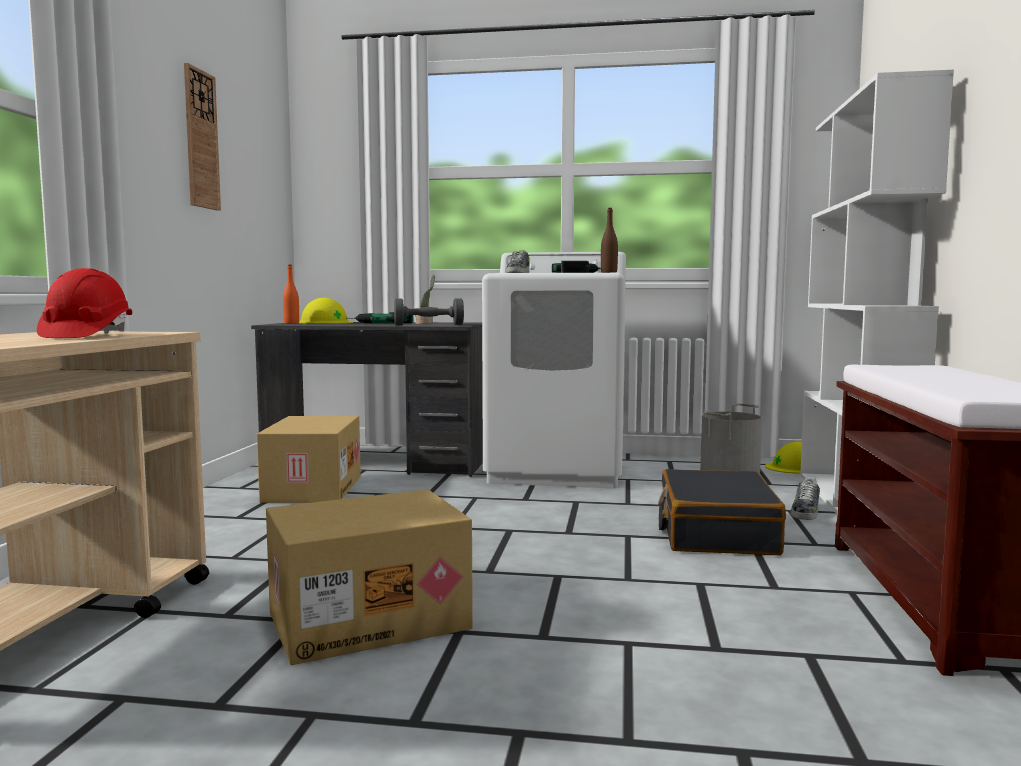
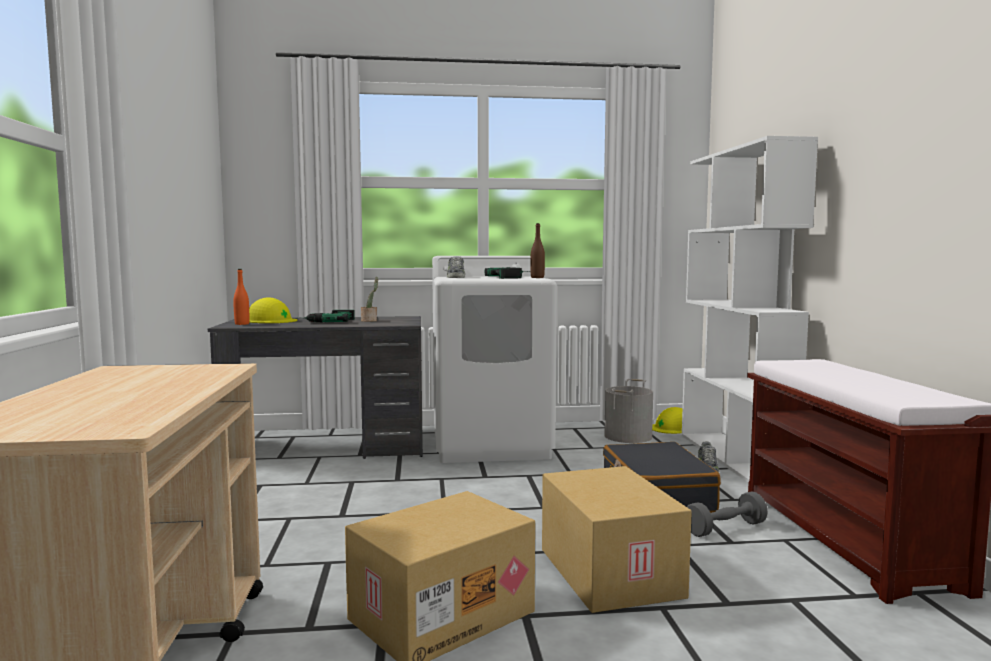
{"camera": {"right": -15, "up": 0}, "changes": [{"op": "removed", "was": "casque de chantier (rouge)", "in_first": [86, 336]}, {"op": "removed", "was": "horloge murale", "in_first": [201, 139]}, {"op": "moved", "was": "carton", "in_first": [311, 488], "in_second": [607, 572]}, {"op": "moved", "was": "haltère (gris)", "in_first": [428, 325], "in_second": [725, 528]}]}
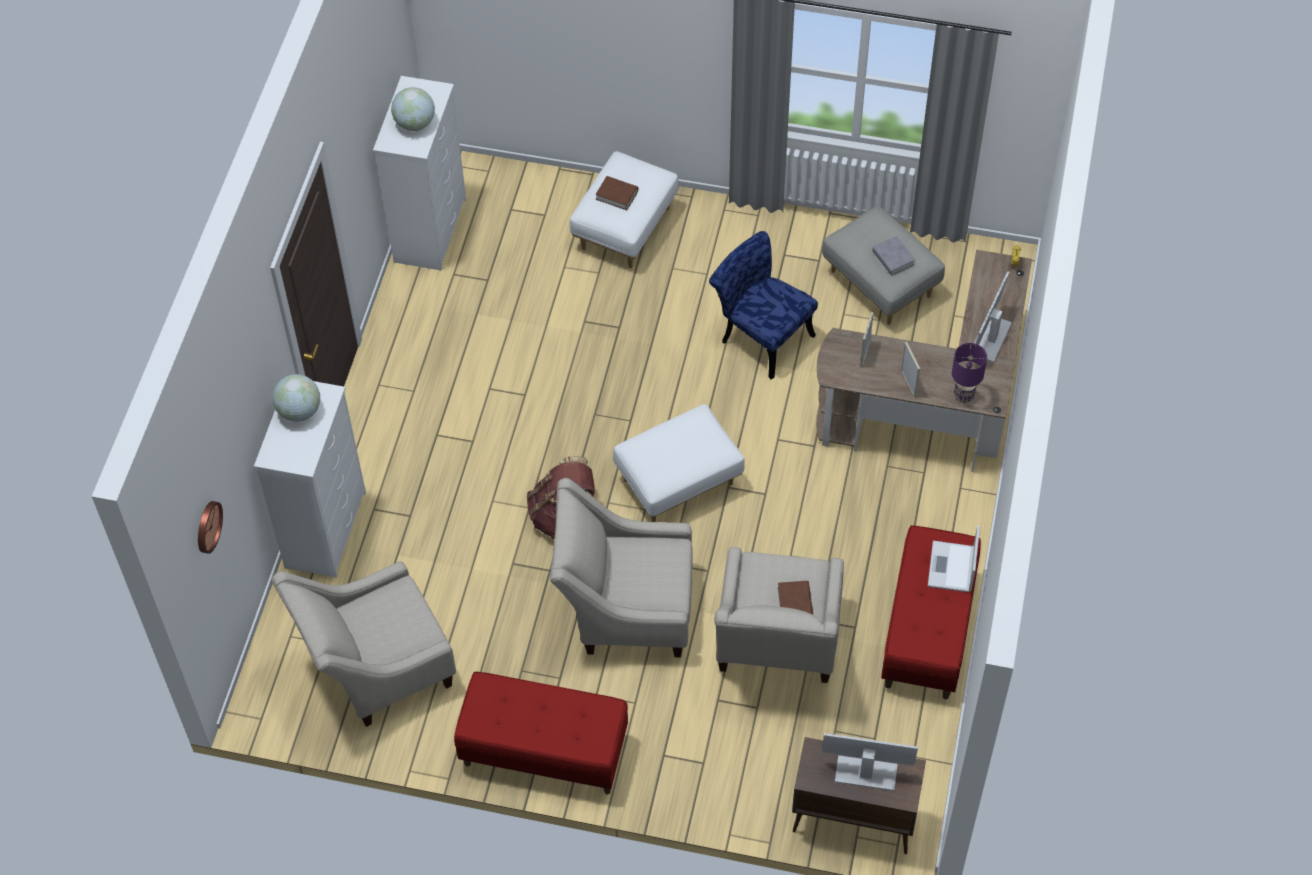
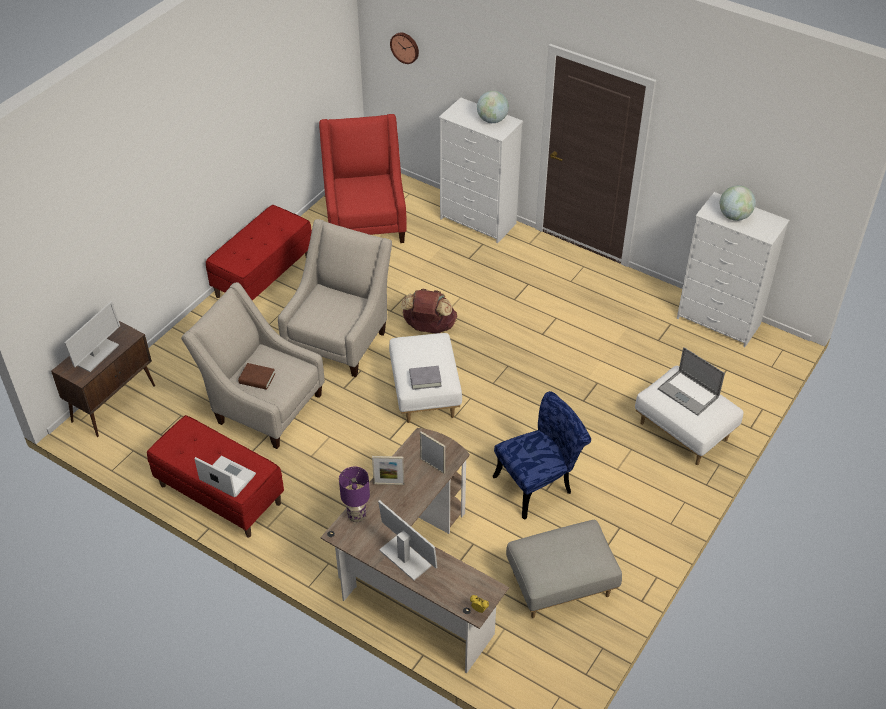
{"camera": {"right": 110, "up": -10}, "changes": [{"op": "recoloured", "was": "fauteuil (beige)", "now": "fauteuil (rouge)", "in_first": [375, 668], "in_second": [366, 221]}, {"op": "replaced", "was": "livre (marron)", "now": "ordinateur portable", "in_first": [617, 195], "in_second": [688, 393]}, {"op": "moved", "was": "livre (gris)", "in_first": [893, 258], "in_second": [425, 379]}]}
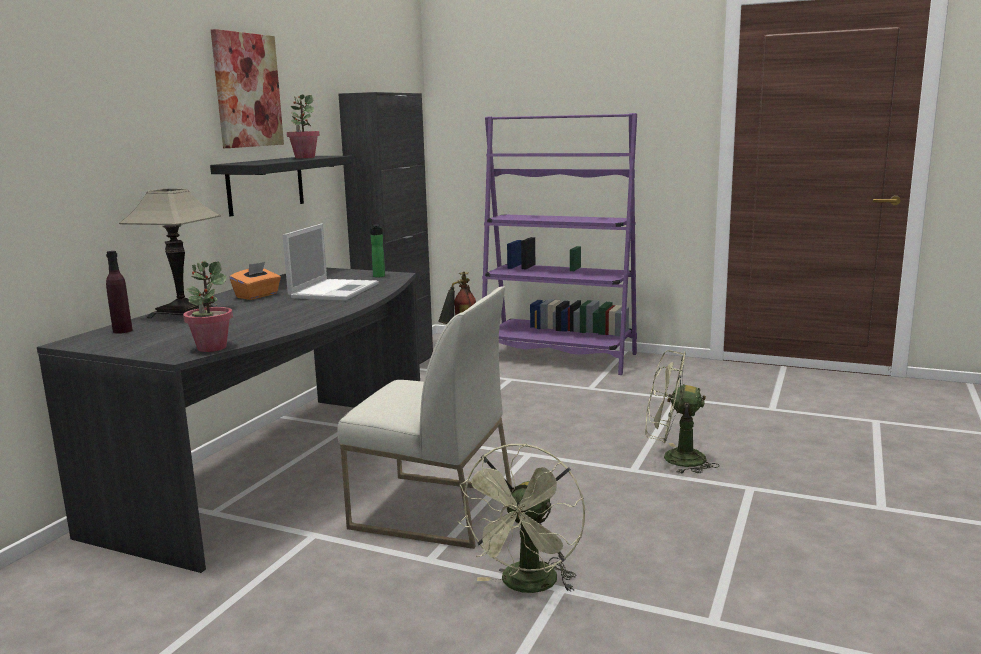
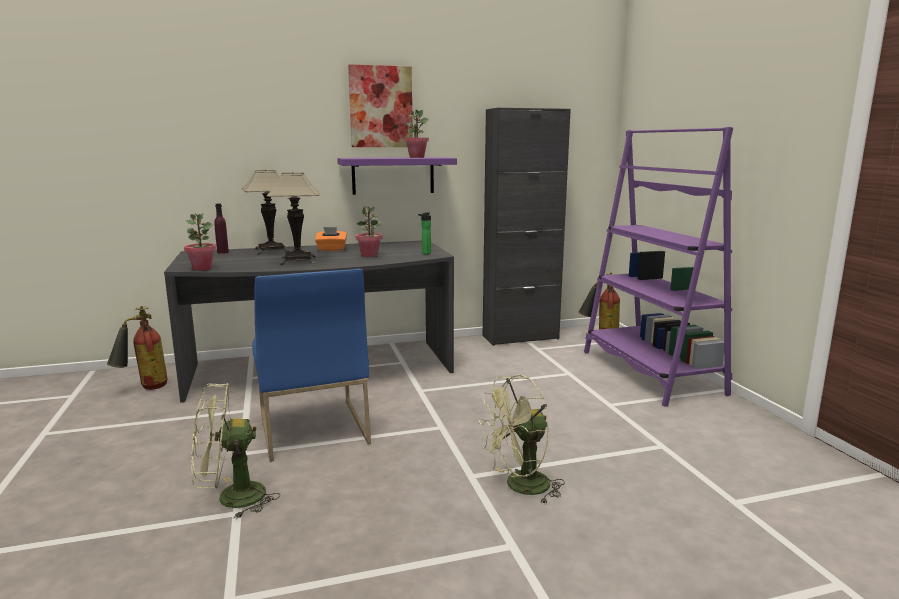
{"camera": {"right": 50, "up": 0}, "changes": [{"op": "recoloured", "was": "étagère (noir)", "now": "étagère (violet)", "in_first": [265, 184], "in_second": [393, 175]}, {"op": "replaced", "was": "ordinateur portable", "now": "plante en pot", "in_first": [335, 290], "in_second": [369, 255]}, {"op": "recoloured", "was": "chaise (blanc)", "now": "chaise (bleu)", "in_first": [431, 510], "in_second": [312, 428]}, {"op": "turned", "was": "ventilateur (vert)", "in_first": [674, 459], "in_second": [520, 487], "clockwise": -90}, {"op": "added", "now": "extincteur", "in_second": [143, 388]}, {"op": "added", "now": "lampe de table", "in_second": [298, 260]}]}
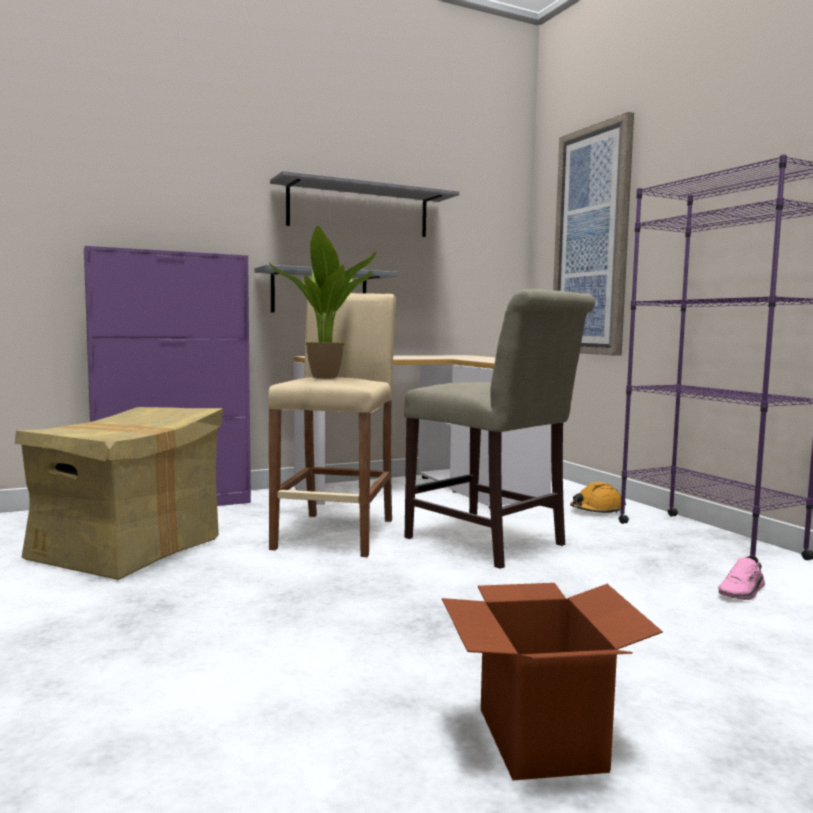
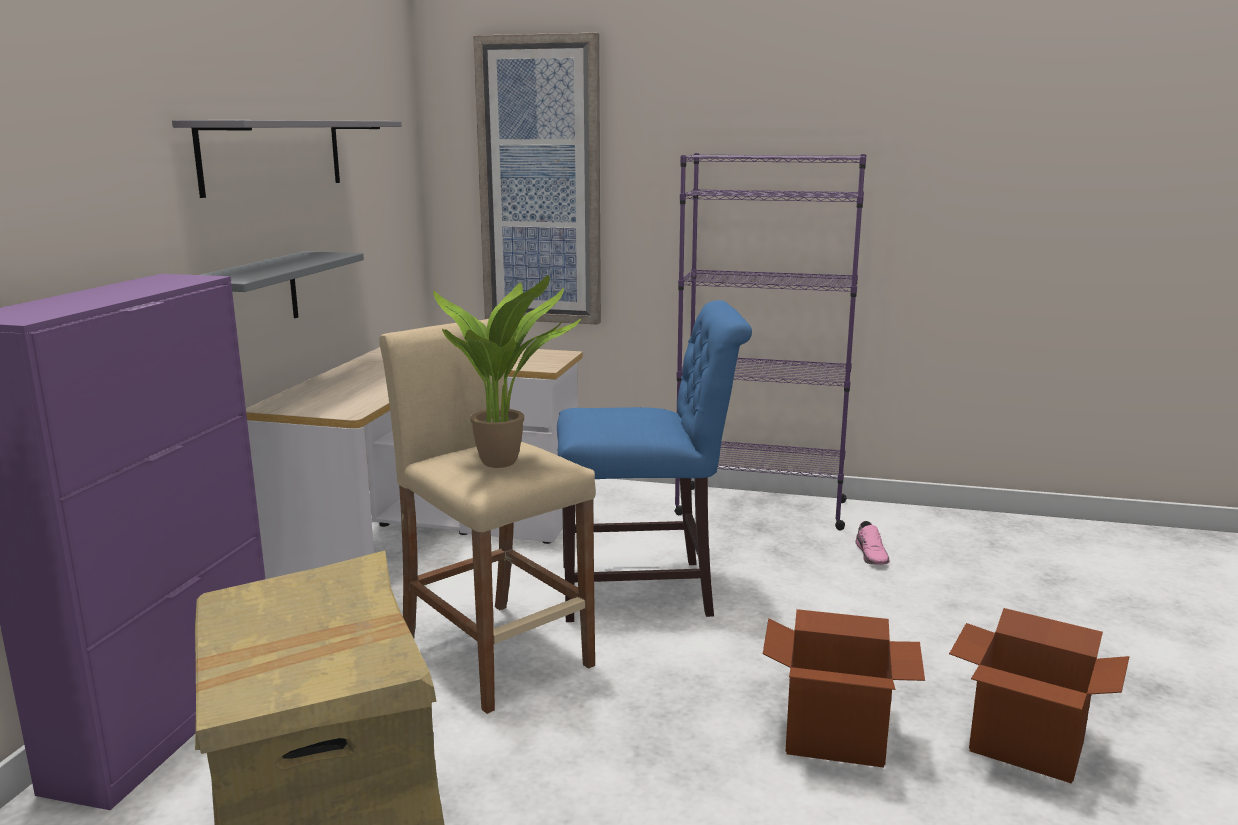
{"camera": {"right": -50, "up": 10}, "changes": [{"op": "recoloured", "was": "chaise (beige)", "now": "chaise (bleu)", "in_first": [491, 543], "in_second": [646, 590]}, {"op": "removed", "was": "casque de chantier (orange)", "in_first": [596, 510]}, {"op": "added", "now": "carton", "in_second": [835, 738]}]}
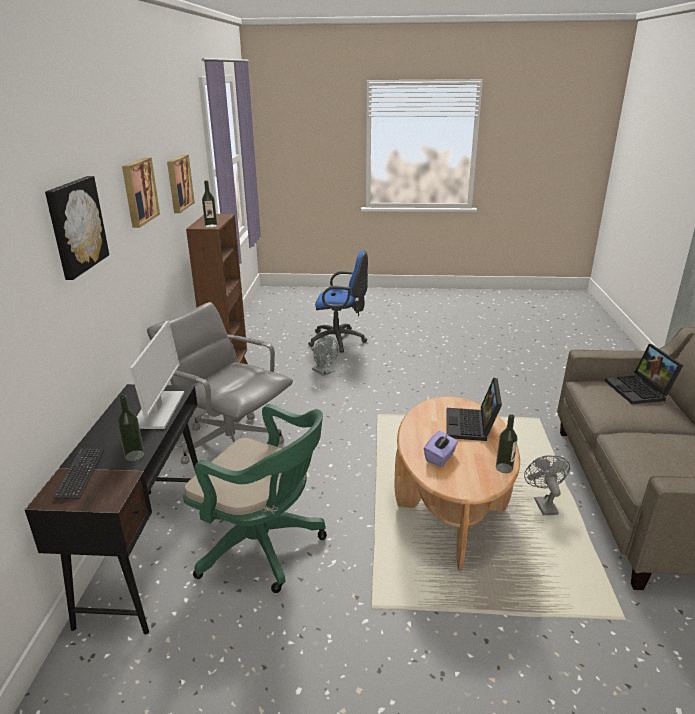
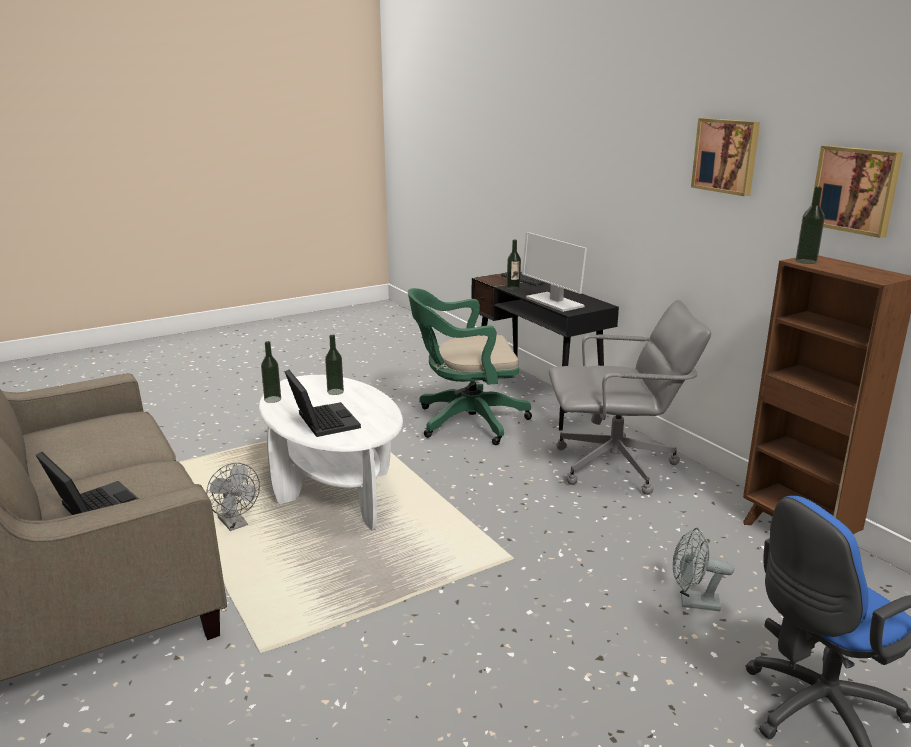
{"camera": {"right": 145, "up": -5}, "changes": [{"op": "removed", "was": "tableau", "in_first": [75, 226]}, {"op": "recoloured", "was": "table basse (marron)", "now": "table basse (blanc)", "in_first": [450, 508], "in_second": [334, 489]}, {"op": "replaced", "was": "boîte à mouchoirs (violet)", "now": "bouteille", "in_first": [440, 457], "in_second": [335, 391]}]}
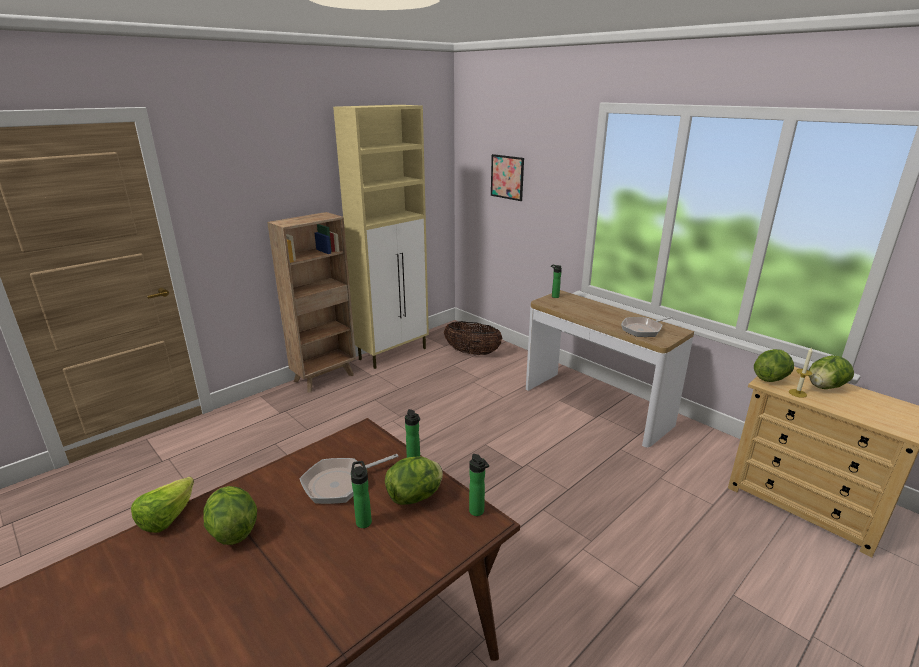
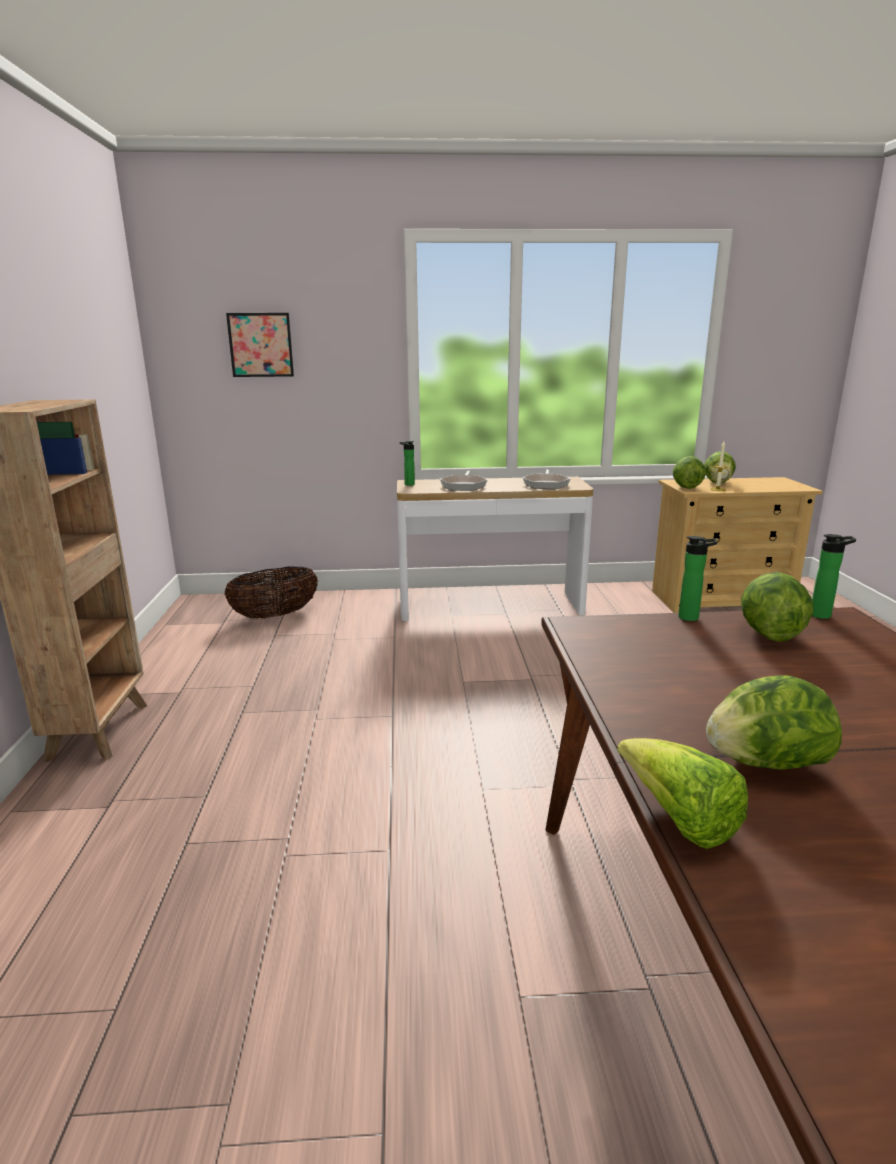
{"camera": {"right": -50, "up": -5}, "changes": [{"op": "moved", "was": "poêle", "in_first": [340, 483], "in_second": [464, 486]}, {"op": "removed", "was": "meuble de rangement (beige)", "in_first": [394, 353]}, {"op": "removed", "was": "bouteille", "in_first": [363, 521]}]}
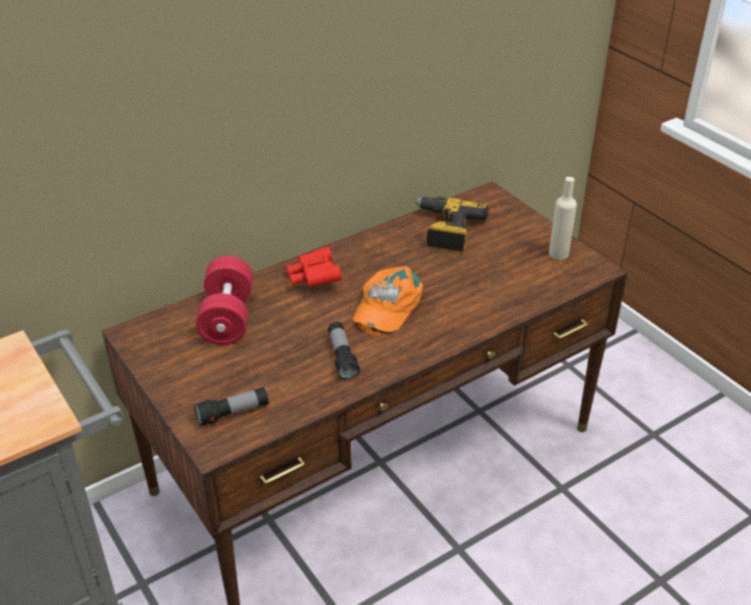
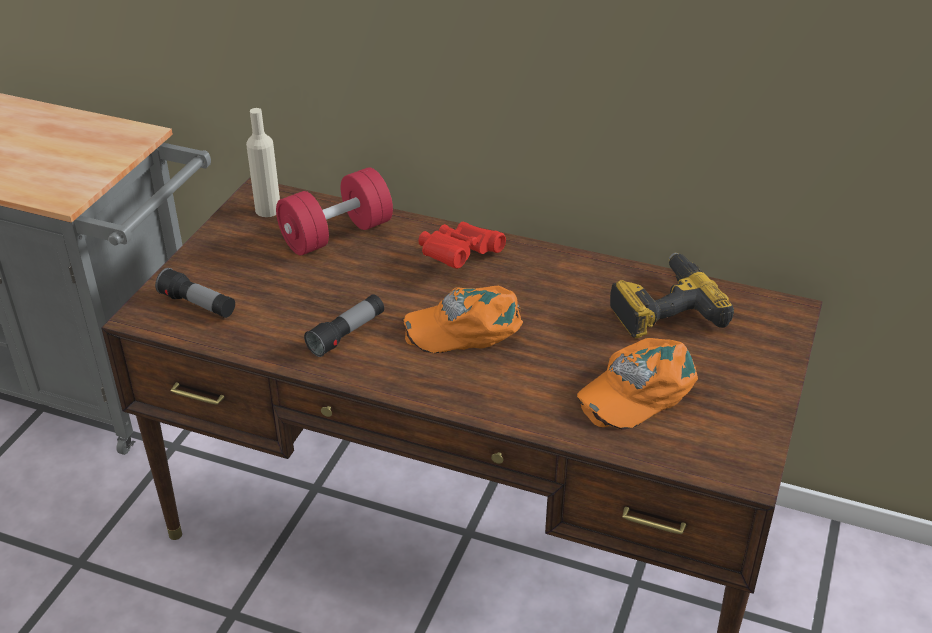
{"camera": {"right": 55, "up": 0}, "changes": [{"op": "moved", "was": "bouteille (beige)", "in_first": [558, 253], "in_second": [268, 210]}, {"op": "added", "now": "casquette (orange)", "in_second": [637, 390]}]}
